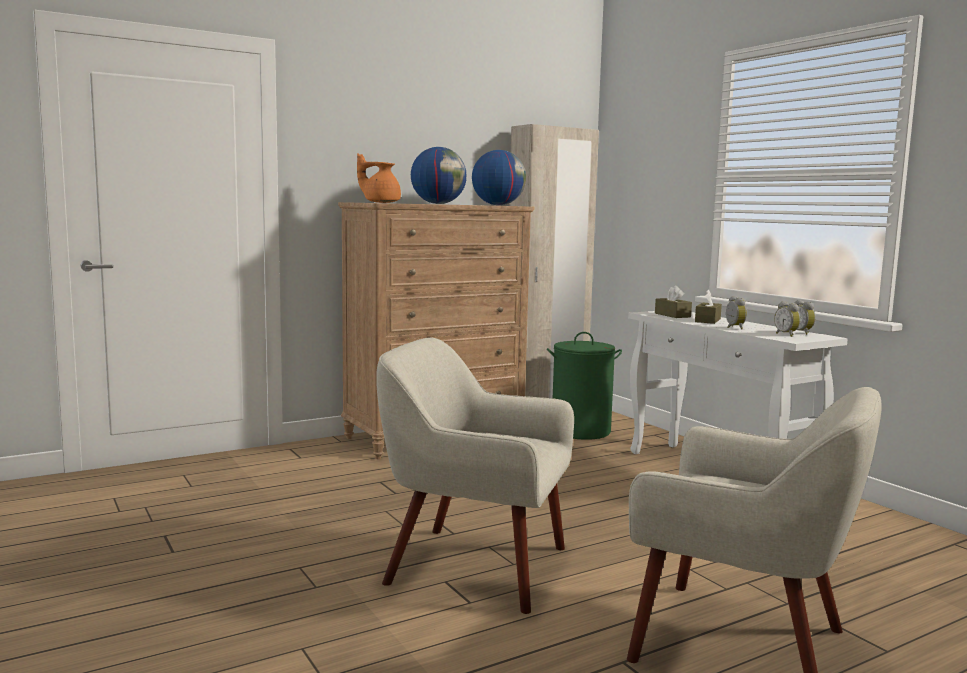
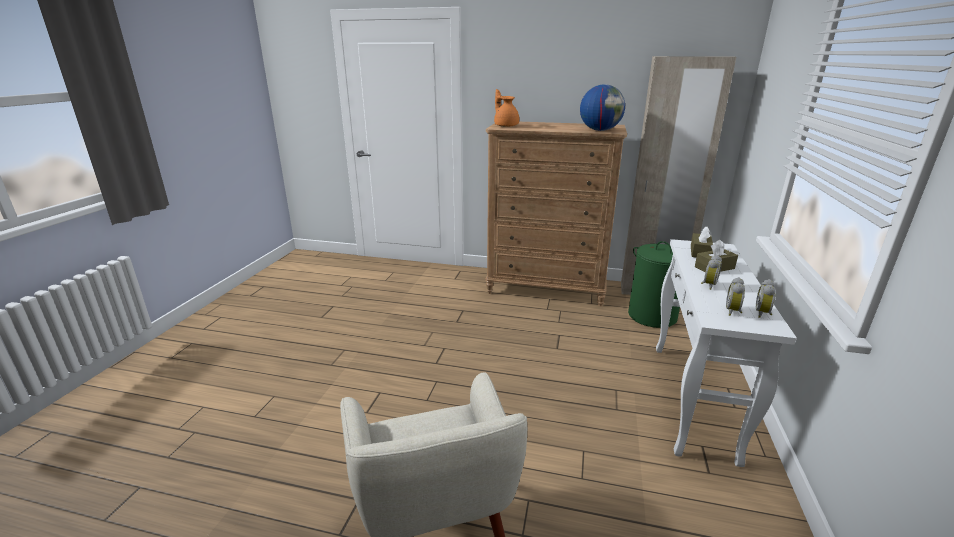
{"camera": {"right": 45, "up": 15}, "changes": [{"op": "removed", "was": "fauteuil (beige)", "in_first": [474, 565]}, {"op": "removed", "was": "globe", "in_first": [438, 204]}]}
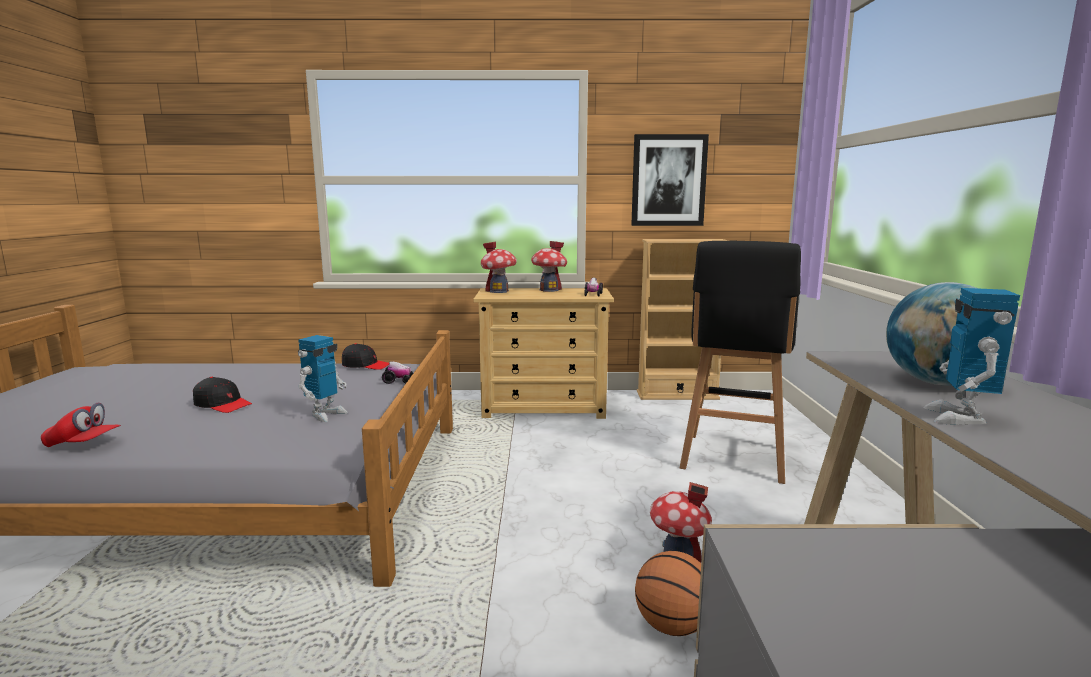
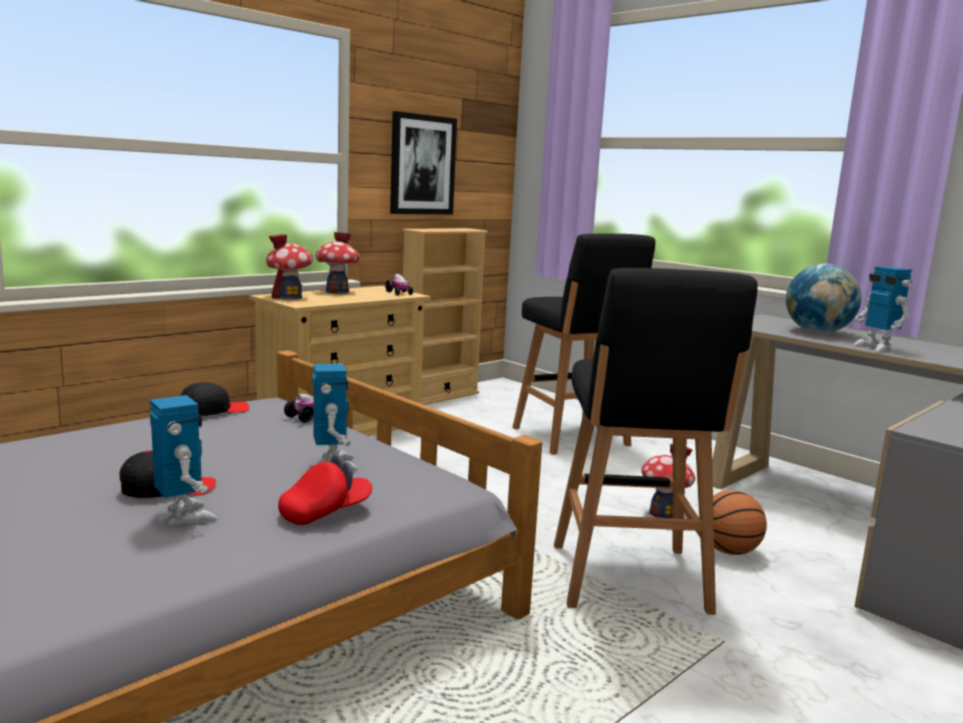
{"camera": {"right": -45, "up": 0}, "changes": [{"op": "moved", "was": "casquette (rouge)", "in_first": [83, 444], "in_second": [325, 512]}, {"op": "added", "now": "robot jouet", "in_second": [185, 517]}, {"op": "added", "now": "tabouret (noir)", "in_second": [629, 580]}]}
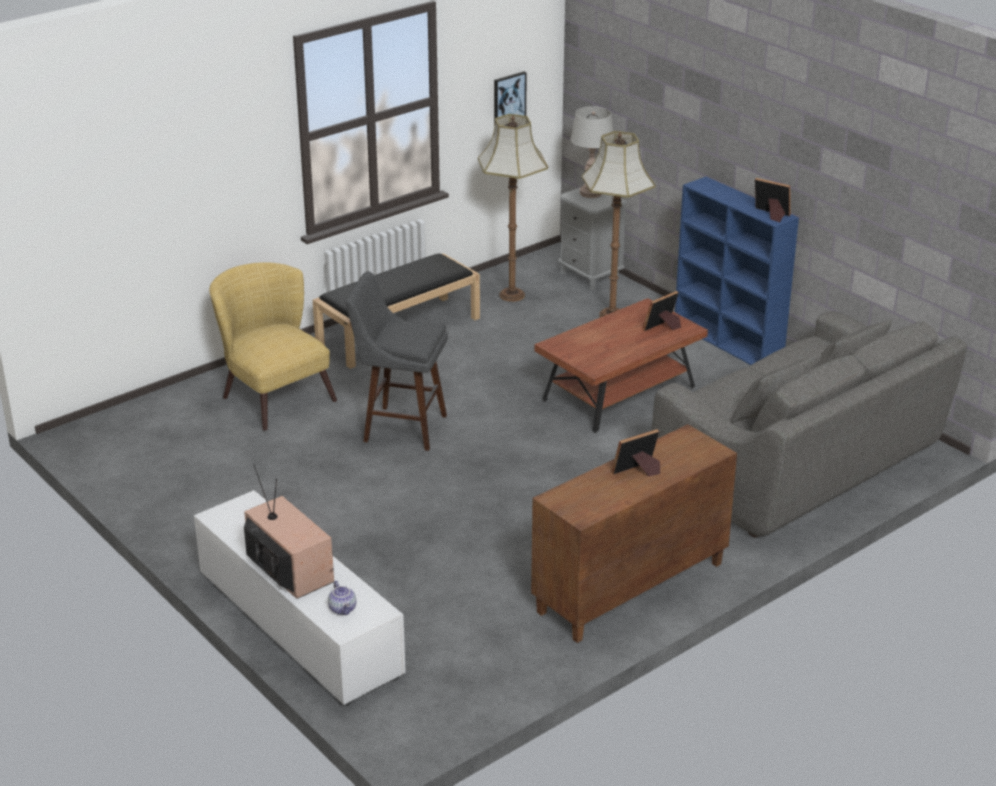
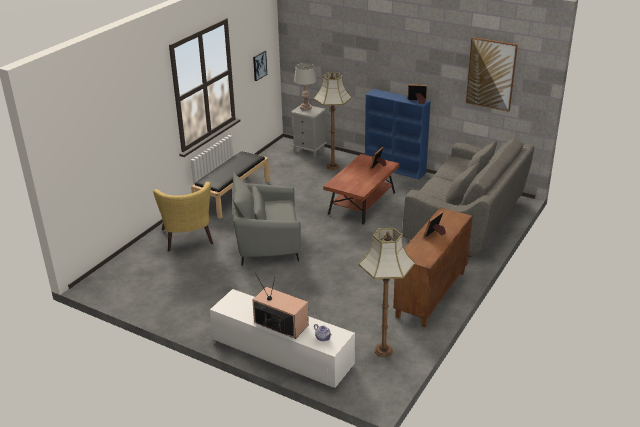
{"camera": {"right": -20, "up": 0}, "changes": [{"op": "turned", "was": "fauteuil (jaune)", "in_first": [272, 395], "in_second": [188, 240], "clockwise": -135}, {"op": "replaced", "was": "tabouret (gris)", "now": "fauteuil (gris)", "in_first": [400, 427], "in_second": [266, 242]}, {"op": "moved", "was": "lampadaire", "in_first": [512, 295], "in_second": [383, 350]}, {"op": "added", "now": "tableau", "in_second": [491, 74]}]}
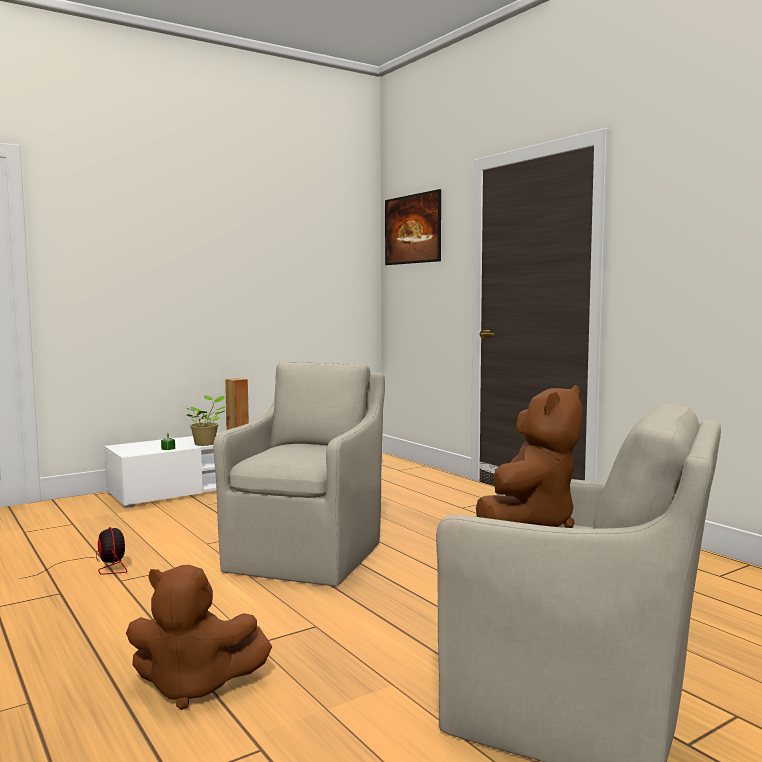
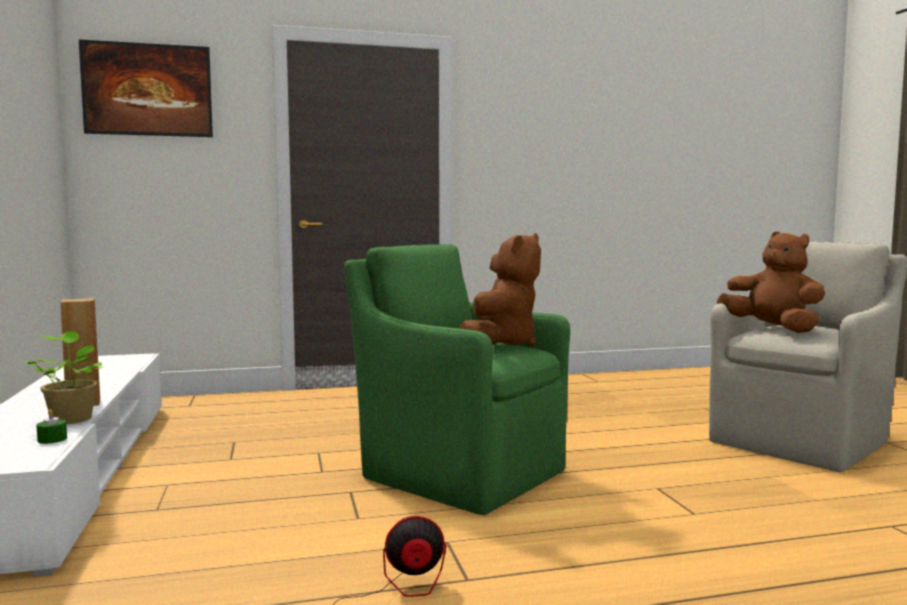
{"camera": {"right": -70, "up": 0}, "changes": [{"op": "moved", "was": "peluche (marron)", "in_first": [194, 687], "in_second": [501, 344]}, {"op": "recoloured", "was": "fauteuil (beige)", "now": "fauteuil (vert)", "in_first": [307, 555], "in_second": [459, 473]}]}
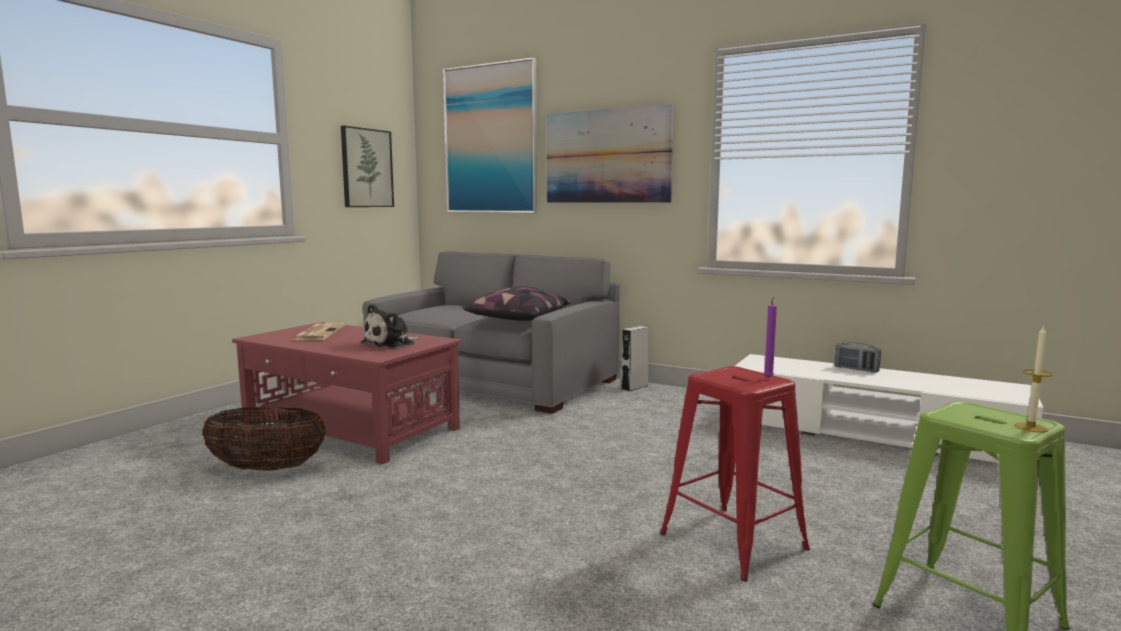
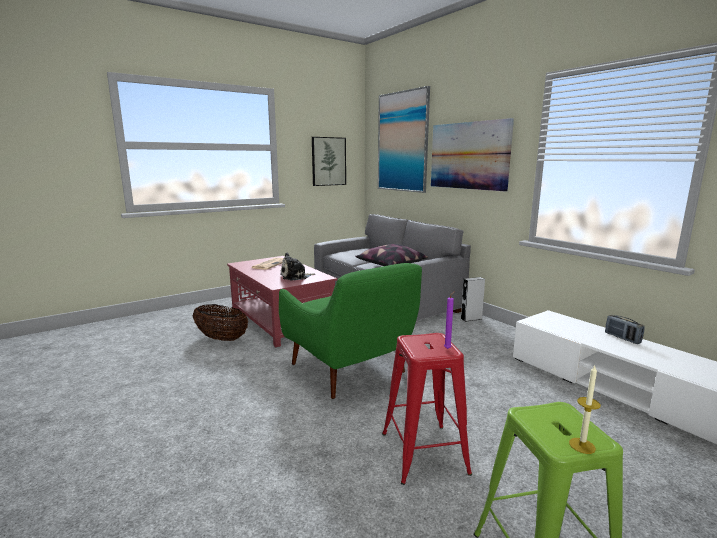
{"camera": {"right": 25, "up": 5}, "changes": [{"op": "added", "now": "fauteuil (vert)", "in_second": [350, 370]}]}
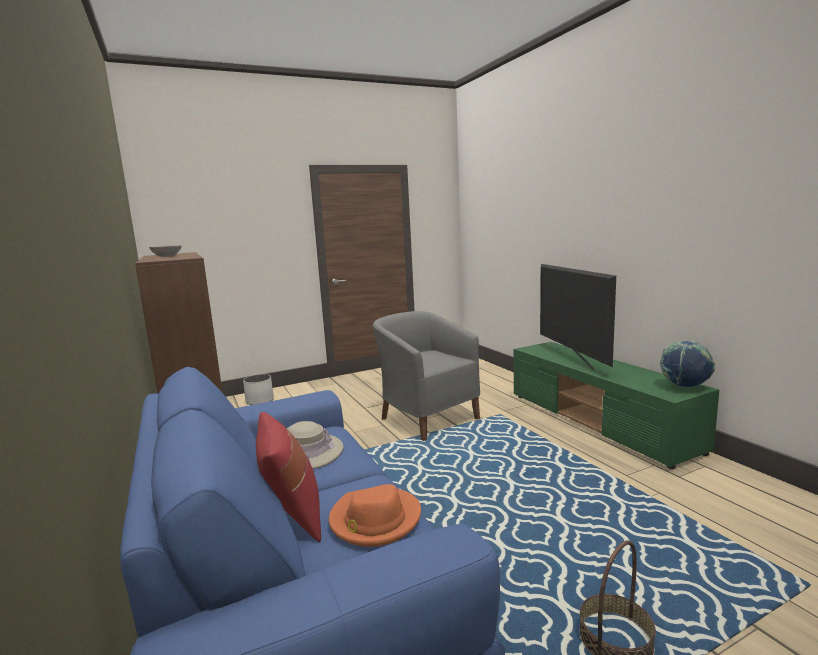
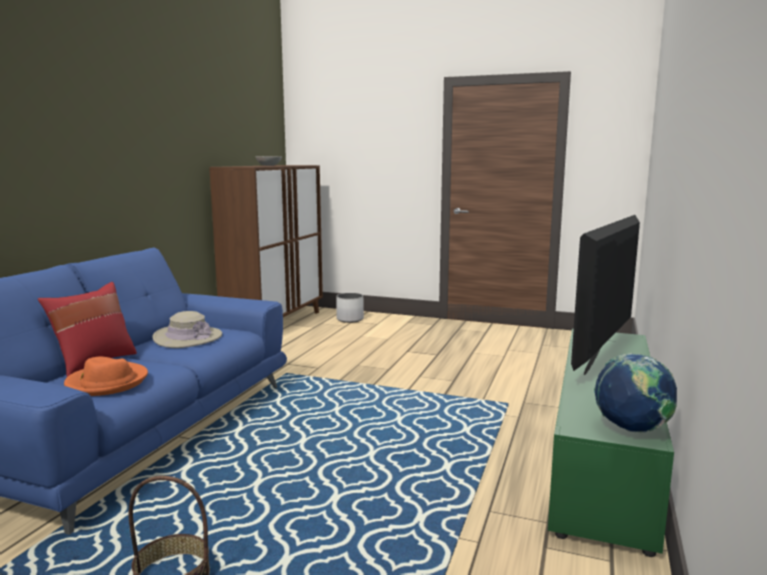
{"camera": {"right": 45, "up": 0}, "changes": [{"op": "removed", "was": "fauteuil (gris)", "in_first": [427, 418]}]}
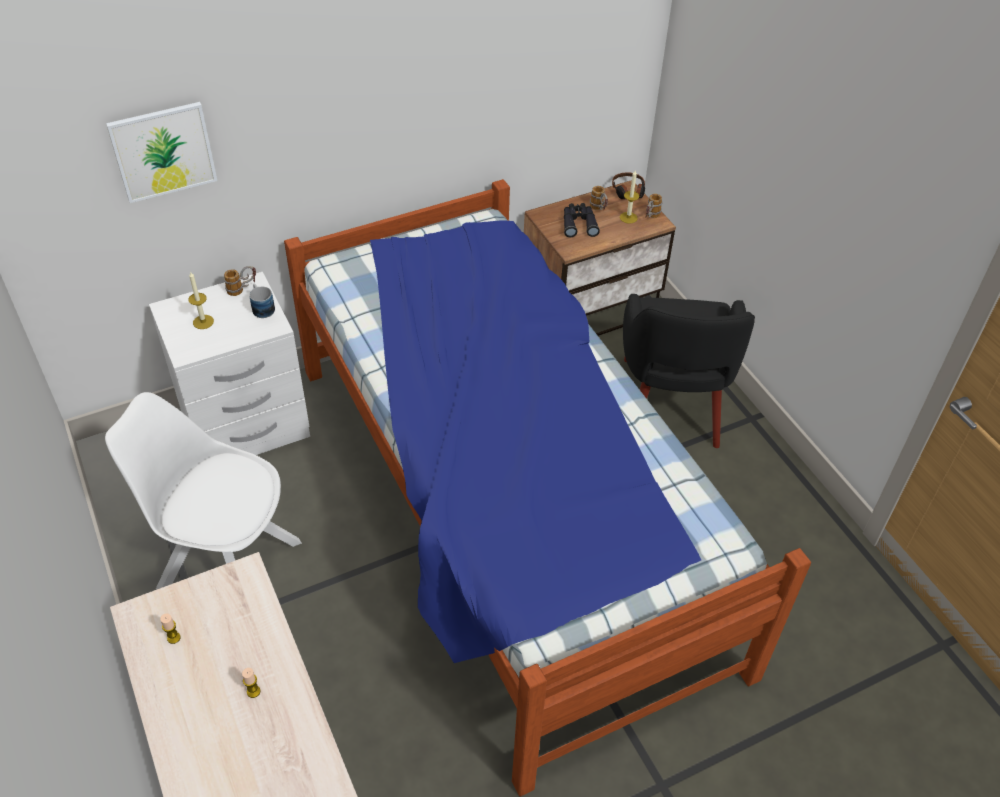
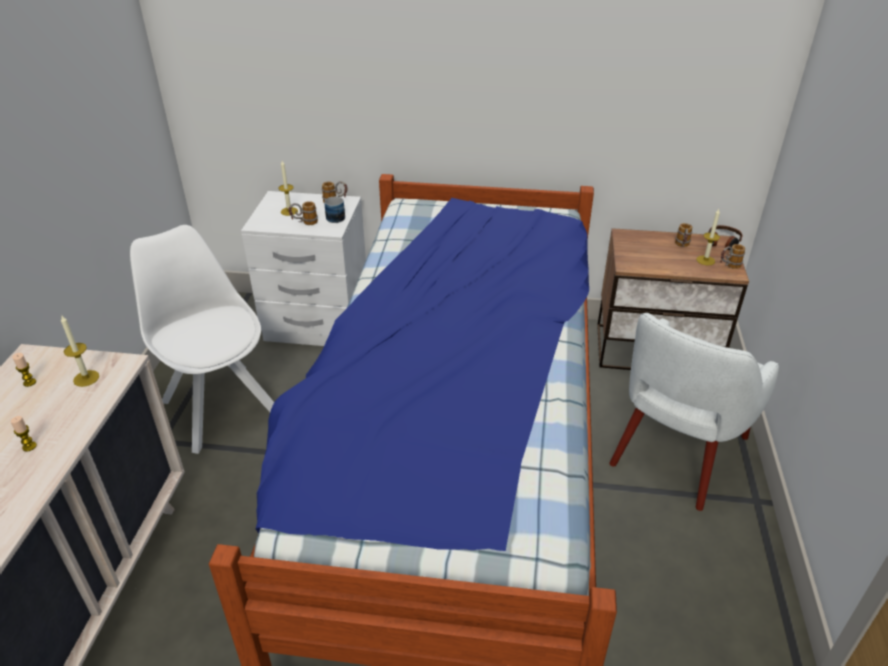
{"camera": {"right": 35, "up": -10}, "changes": [{"op": "removed", "was": "tableau", "in_first": [163, 151]}, {"op": "removed", "was": "jumelles (noir)", "in_first": [579, 224]}, {"op": "recoloured", "was": "fauteuil (noir)", "now": "fauteuil (blanc)", "in_first": [670, 405], "in_second": [676, 453]}, {"op": "added", "now": "bougie", "in_second": [86, 378]}, {"op": "added", "now": "mug", "in_second": [304, 223]}]}
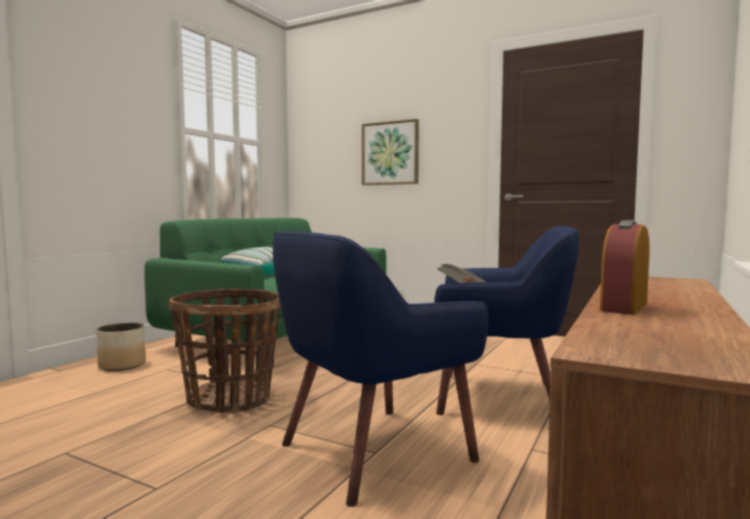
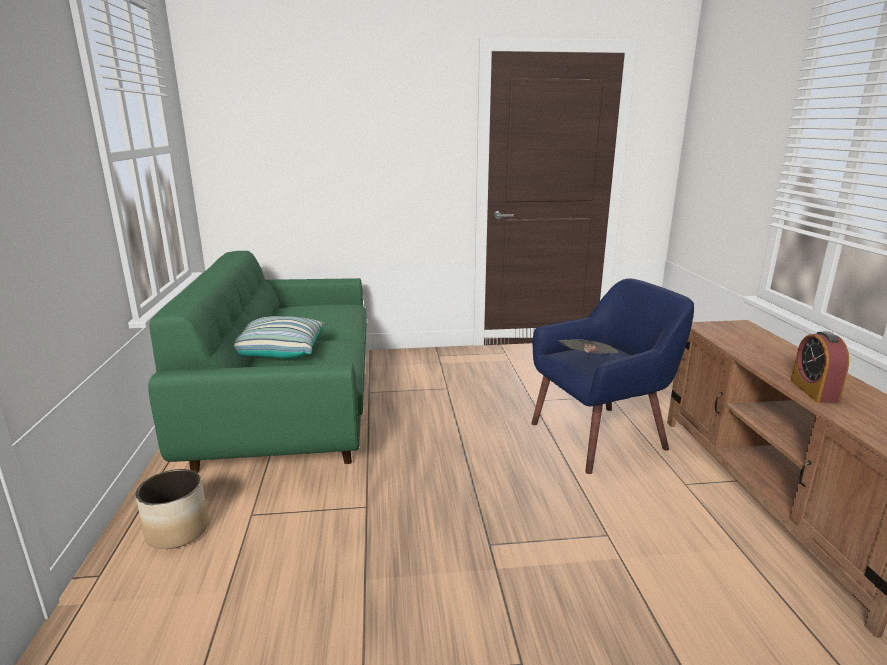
{"camera": {"right": -35, "up": 15}, "changes": [{"op": "removed", "was": "panier", "in_first": [230, 399]}, {"op": "removed", "was": "fauteuil (bleu)", "in_first": [373, 451]}, {"op": "removed", "was": "tableau", "in_first": [390, 153]}]}
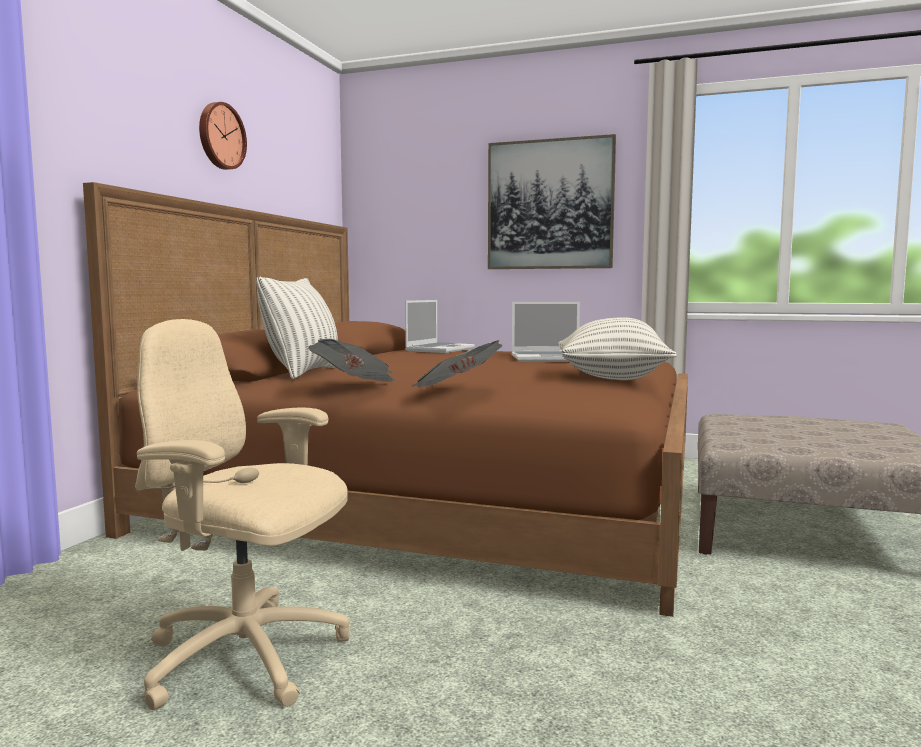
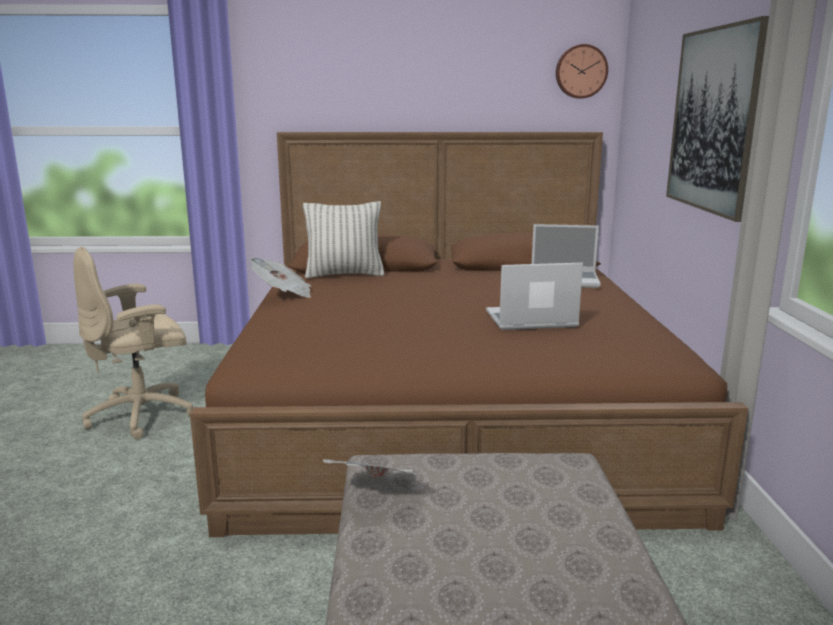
{"camera": {"right": 70, "up": 10}, "changes": [{"op": "turned", "was": "chaise de bureau (beige)", "in_first": [247, 659], "in_second": [144, 415], "clockwise": -120}, {"op": "moved", "was": "horloge murale", "in_first": [220, 136], "in_second": [581, 71]}, {"op": "moved", "was": "journal", "in_first": [456, 390], "in_second": [377, 492]}, {"op": "turned", "was": "ordinateur portable", "in_first": [550, 359], "in_second": [530, 320], "clockwise": 105}, {"op": "removed", "was": "coussin", "in_first": [611, 379]}]}
